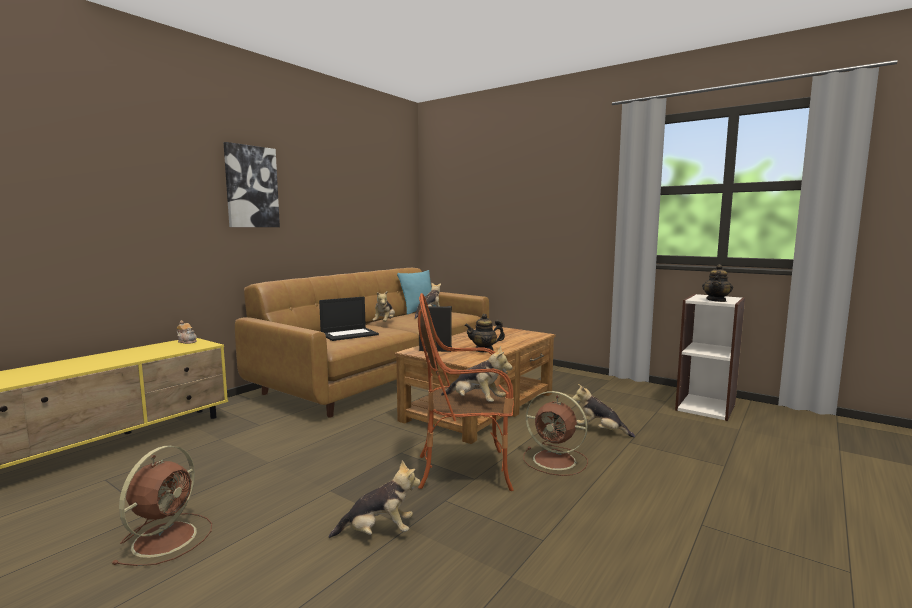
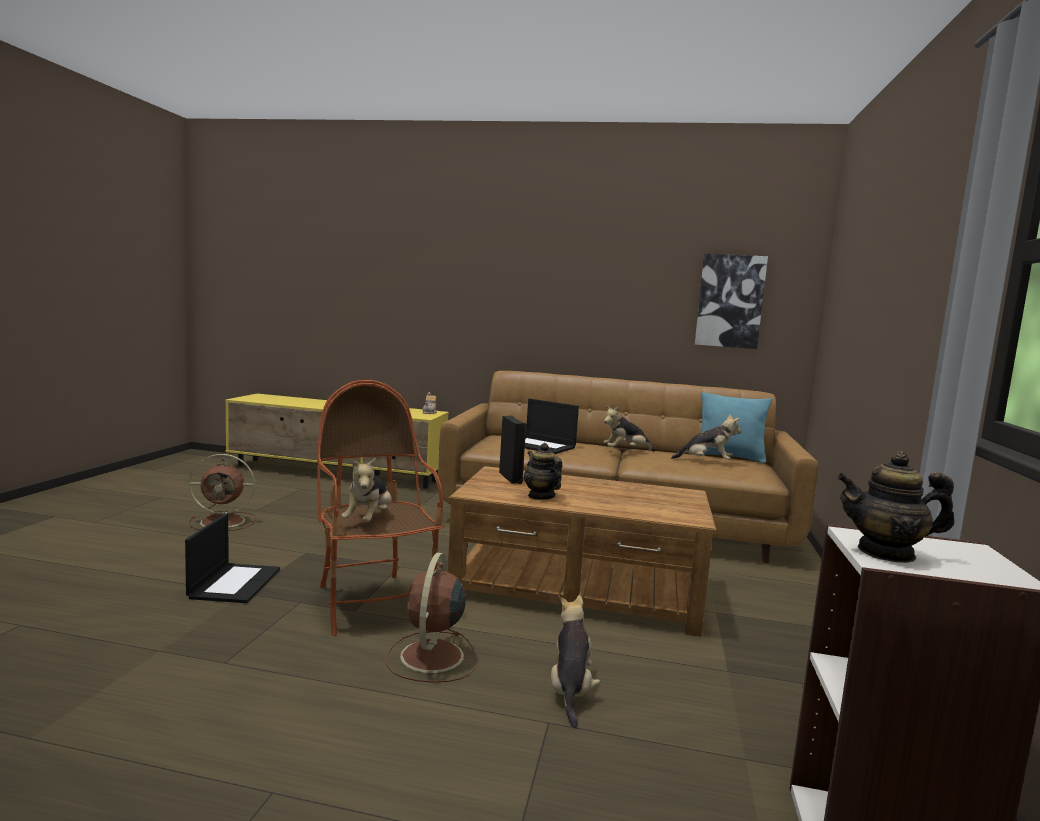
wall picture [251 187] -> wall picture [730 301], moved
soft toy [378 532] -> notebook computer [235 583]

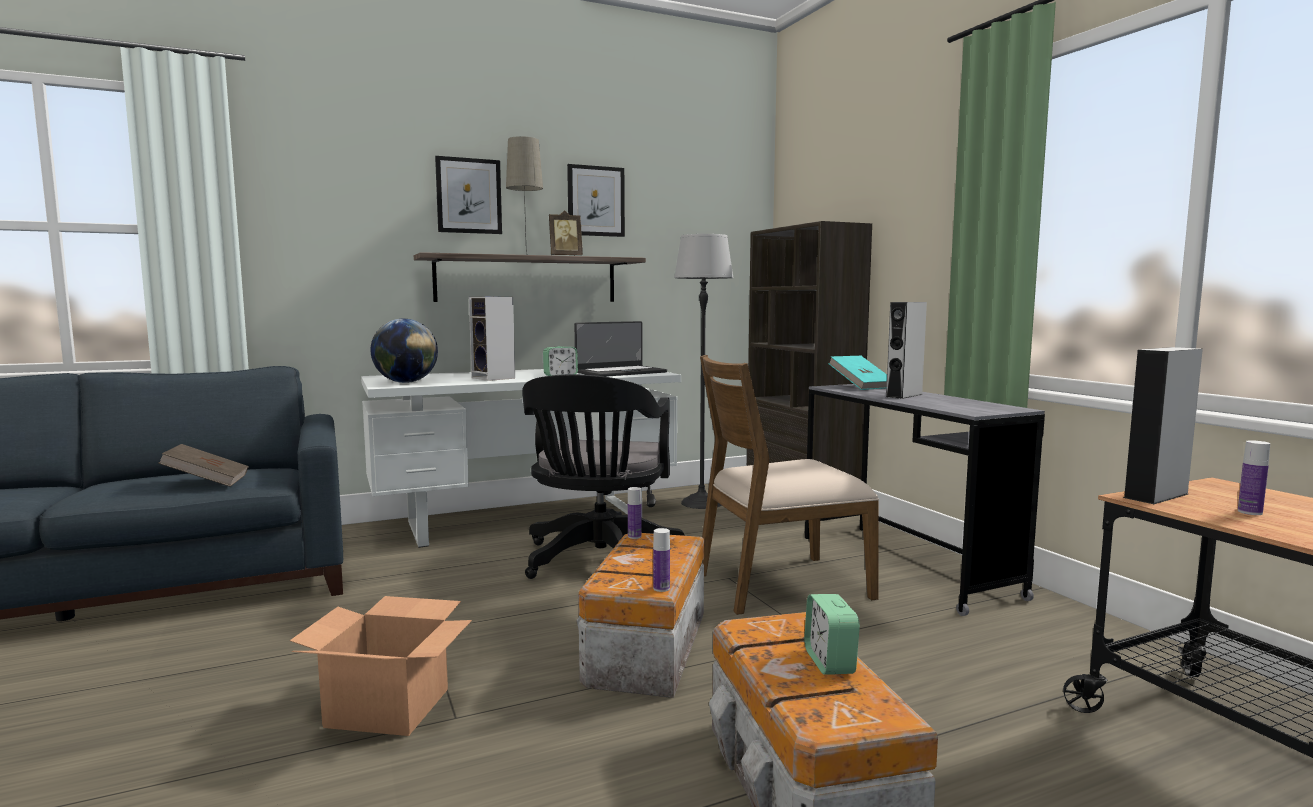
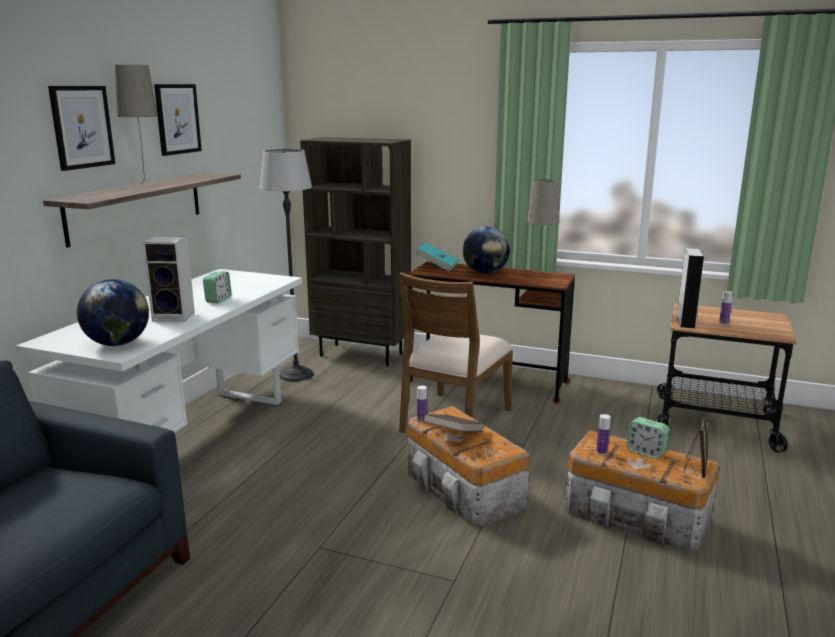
volume/brownish [207 482] -> volume/brownish [453 435], moved
carton [386 708] -> none
desk chair/blackish [598 562] -> none
picture frame [565 257] -> picture frame [695 468], moved
notebook computer [620 372] -> none
bottle [661 588] -> bottle [601 452], moved
desk/gray [905 566] -> desk/brownish [488 382]
audio speaker/gray [904 395] -> globe [485 273]
none -> table lamp/beige [540 278]

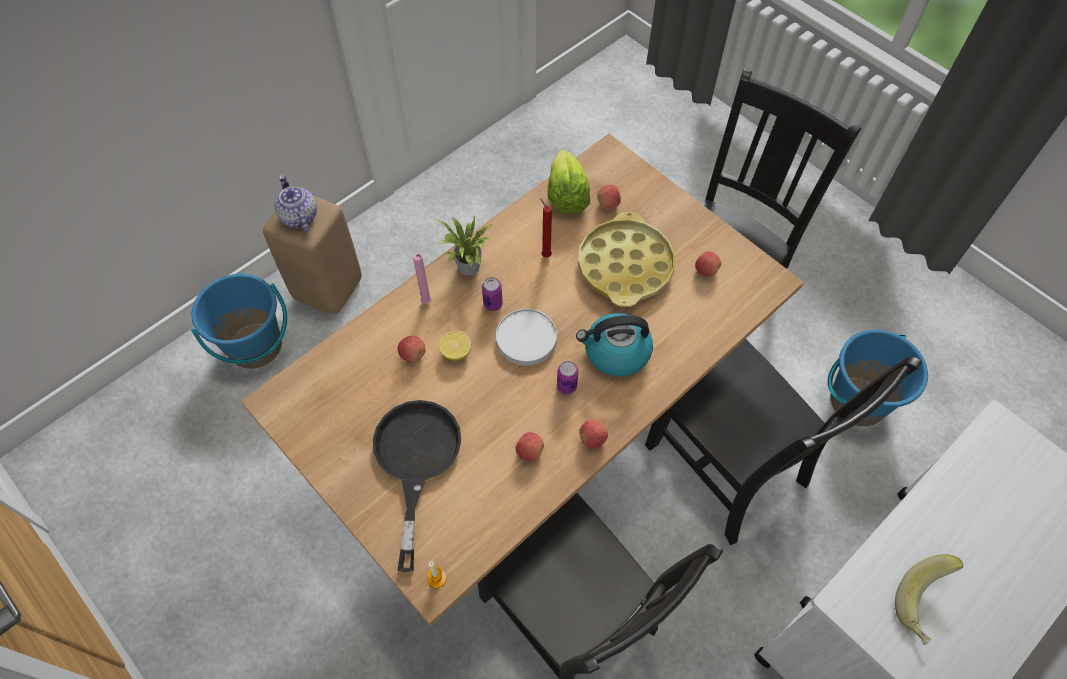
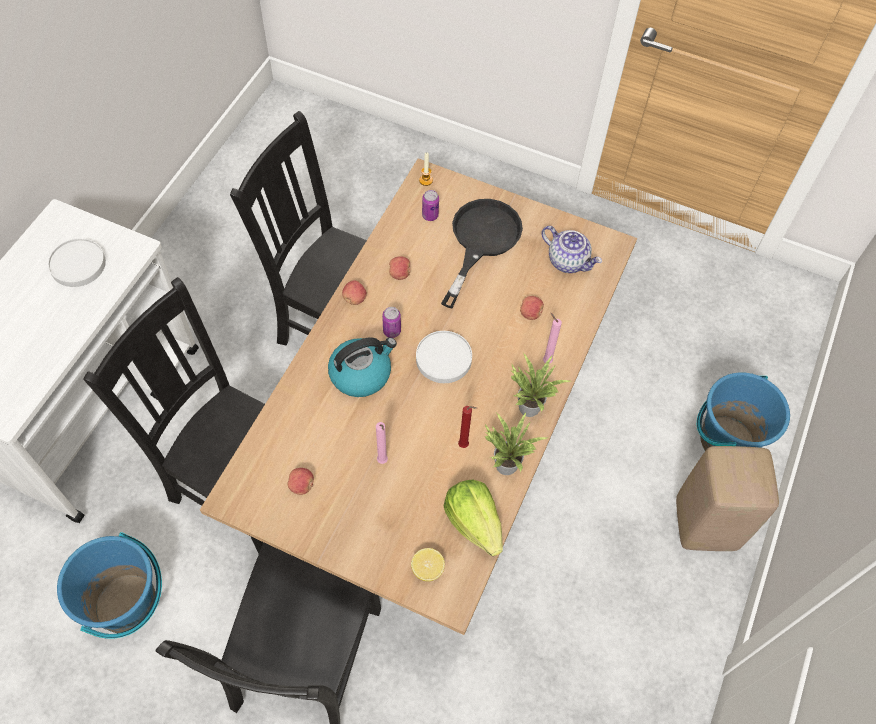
tea pot [298 216] -> tea pot [568 261], moved
skillet/blackish [416 461] -> skillet/blackish [481 241], 135 degrees counterclockwise
citrus fruit [456 352] -> citrus fruit [427 569], moved
metal can [493 304] -> metal can [430 215], moved
carrying tray/yellow-coloured [625 265] -> wax light/pink [383 462]
whole apple [608 204] -> none
banana fruit [924 604] -> plate/whitish [78 264]
none -> potted plant [505 462]

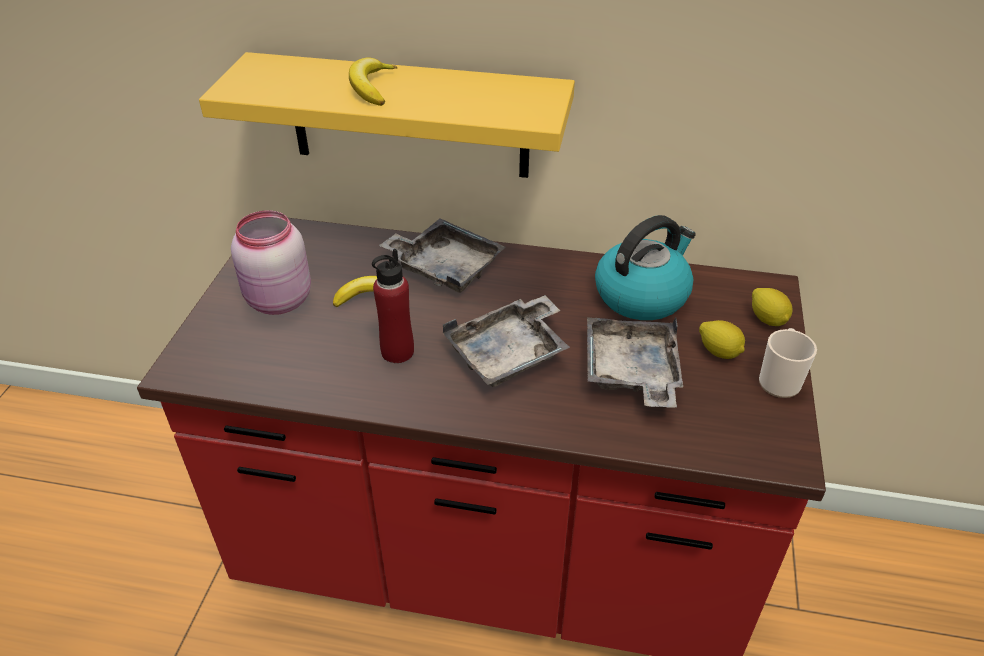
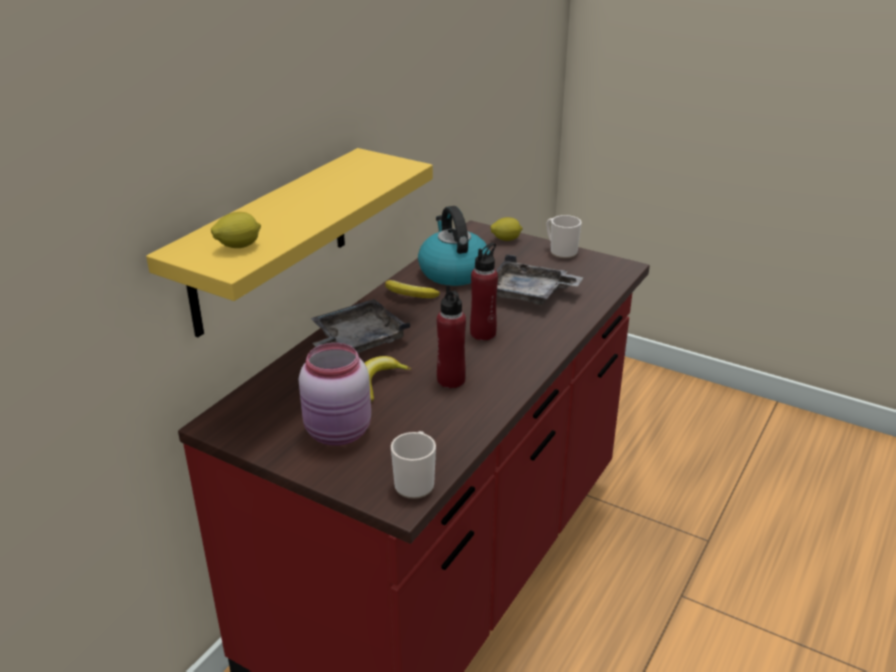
banana fruit [372 88] -> banana fruit [409 295], moved
carrying tray/gray [509 354] -> bottle/red-coloured [483 333]
citrus fruit [719 352] -> citrus fruit [238 246], moved
none -> tea mug [415 482]

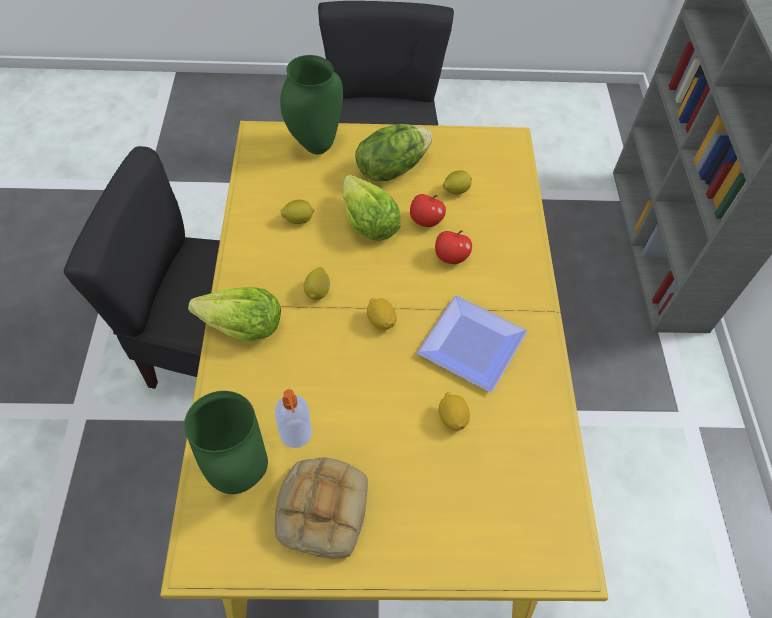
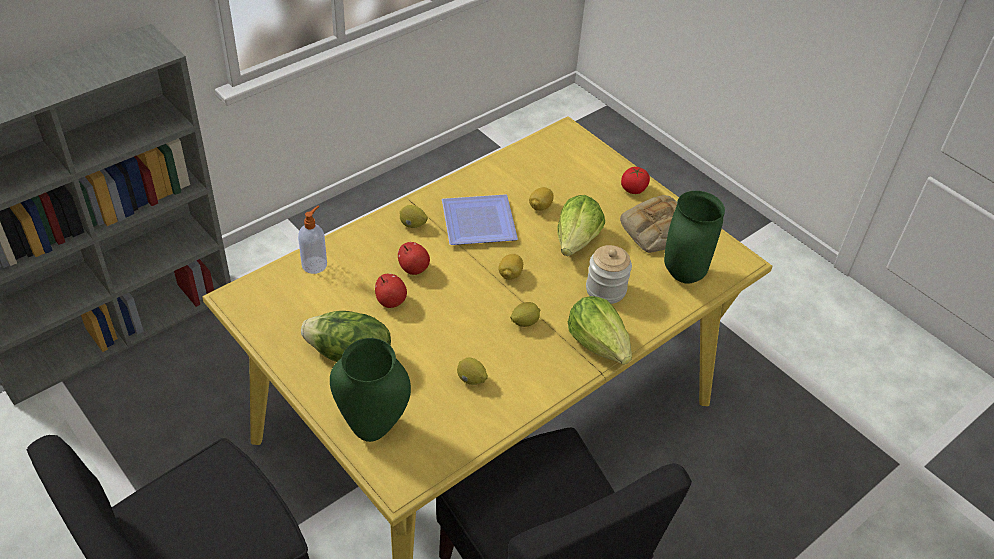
liquid soap bottle [296 435] -> liquid soap bottle [315 264], moved
lettuce [367 222] -> lettuce [577 241], moved
citrus fruit [456 190] -> citrus fruit [413 225], moved
none -> preserve jar [605 289]
none -> whole tomato [633 189]

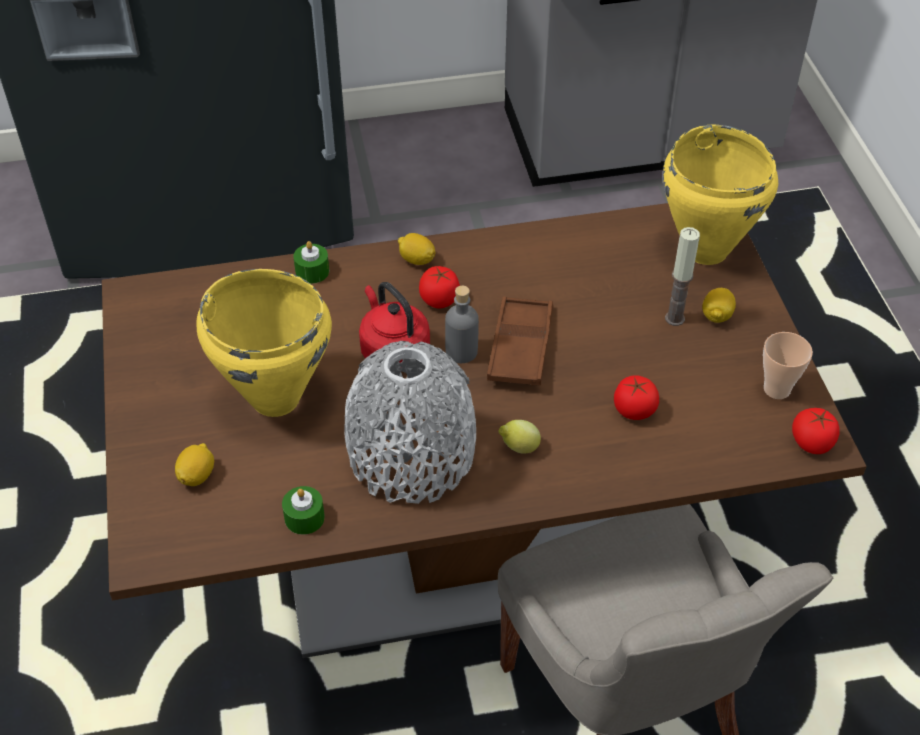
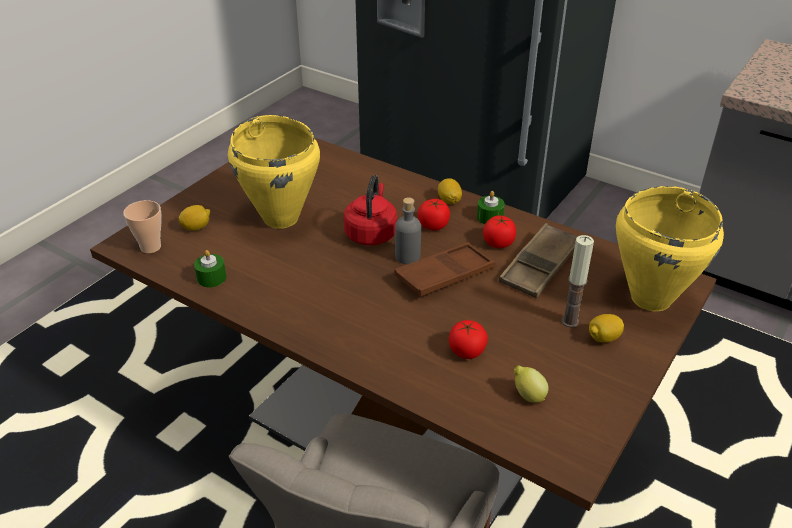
wax light/green [312 271] -> wax light/green [490 217], moved
decorative vase/gray [411 455] -> none
citrus fruit [518 448] -> citrus fruit [528 395], moved
drinking cup [777 389] -> drinking cup [150 247], moved
whole tomato [811 442] -> whole tomato [498 243], moved
none -> carrying tray/brownish [540 266]

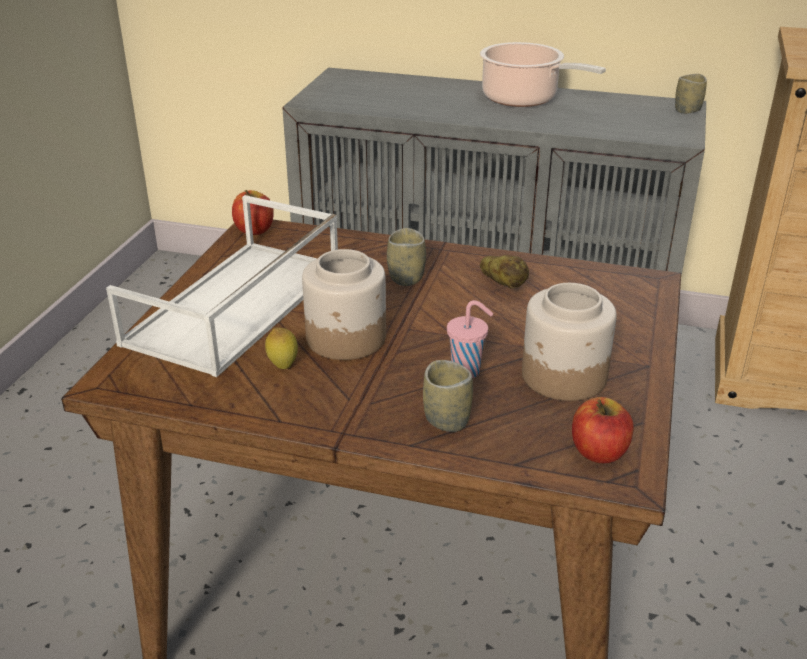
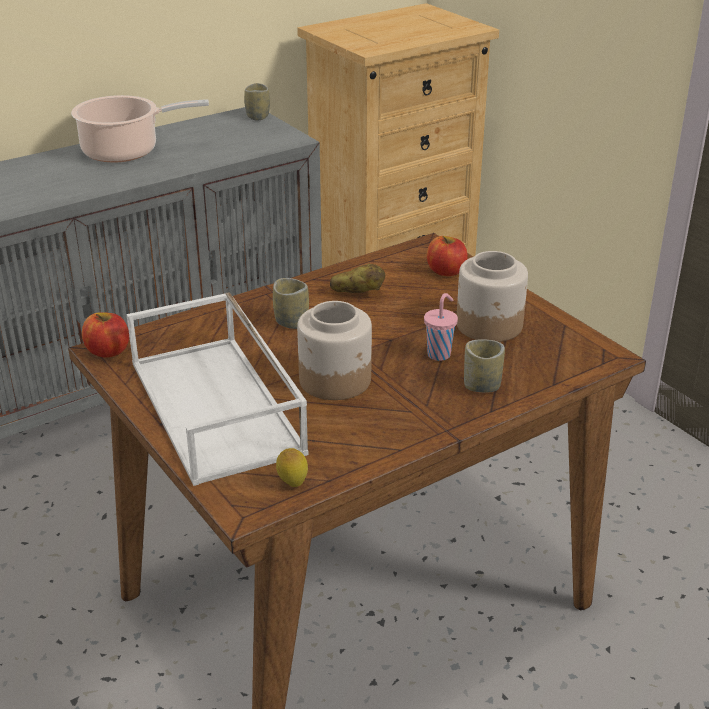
citrus fruit [283 365] -> citrus fruit [292 484], moved
whole apple [599 452] -> whole apple [446 271], moved

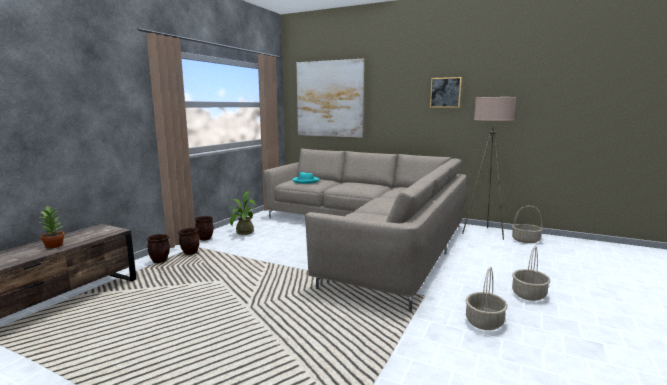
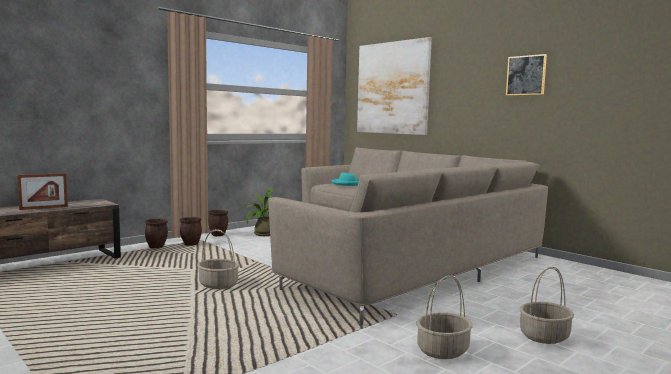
potted plant [54 245] -> picture frame [44 208]
standard lamp/beige [483 233] -> none
basket [525 240] -> basket [218 285], moved

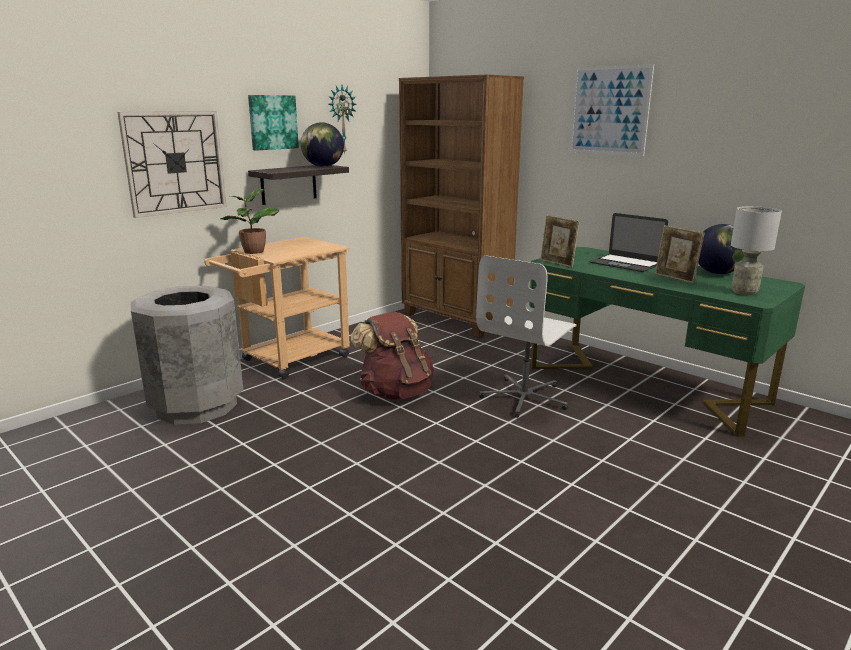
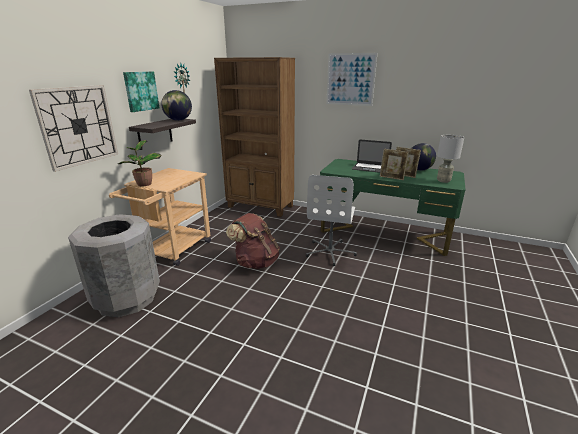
picture frame [557 263] -> picture frame [392 178], moved

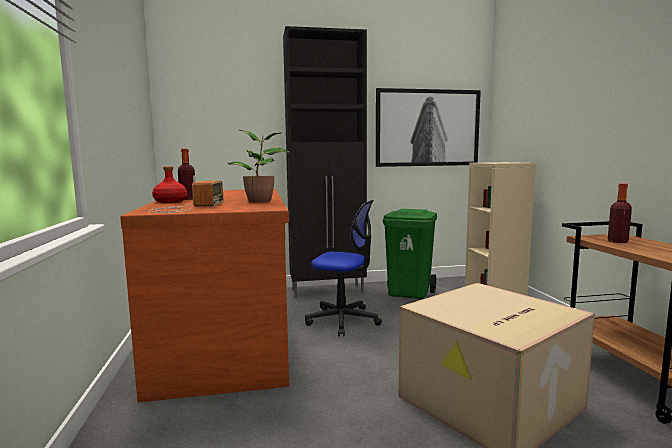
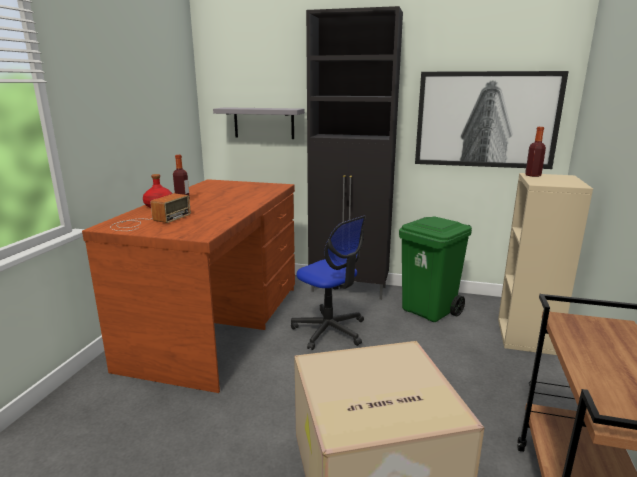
potted plant [261 201] -> none
bottle [617 241] -> bottle [533 175], moved
none -> shelf/gray [264 123]

